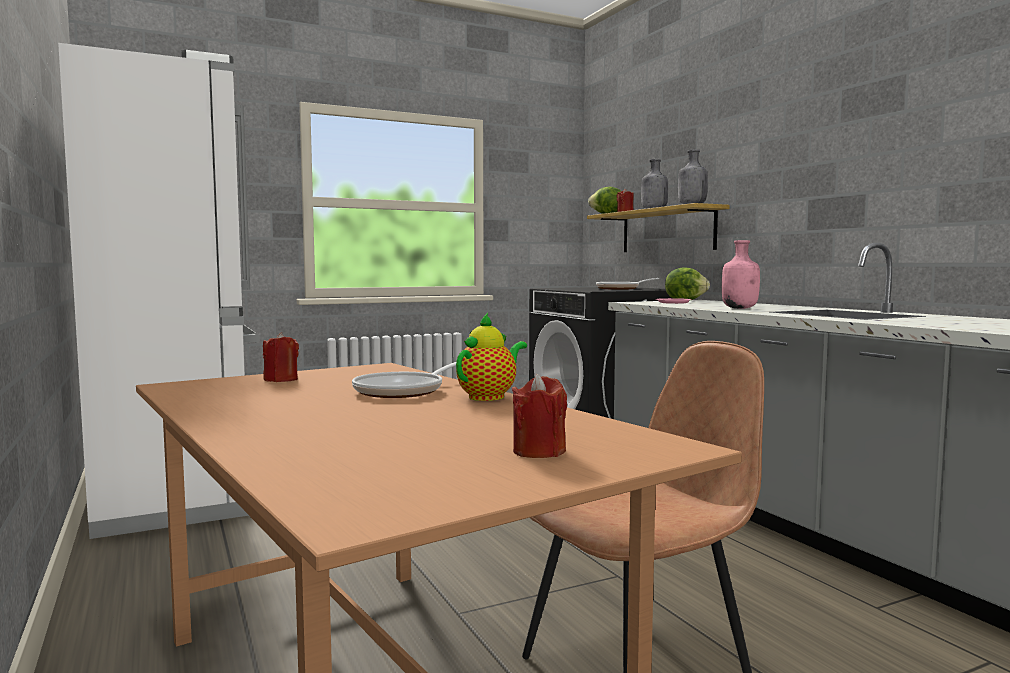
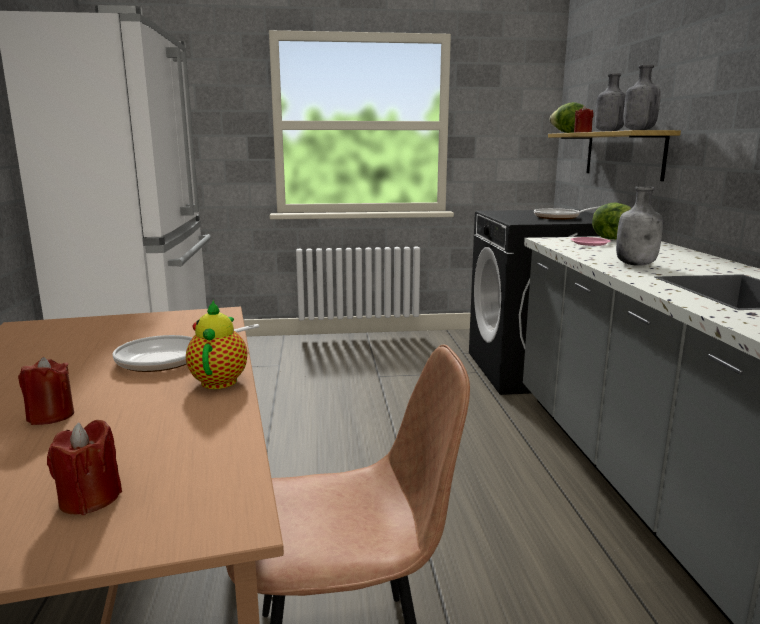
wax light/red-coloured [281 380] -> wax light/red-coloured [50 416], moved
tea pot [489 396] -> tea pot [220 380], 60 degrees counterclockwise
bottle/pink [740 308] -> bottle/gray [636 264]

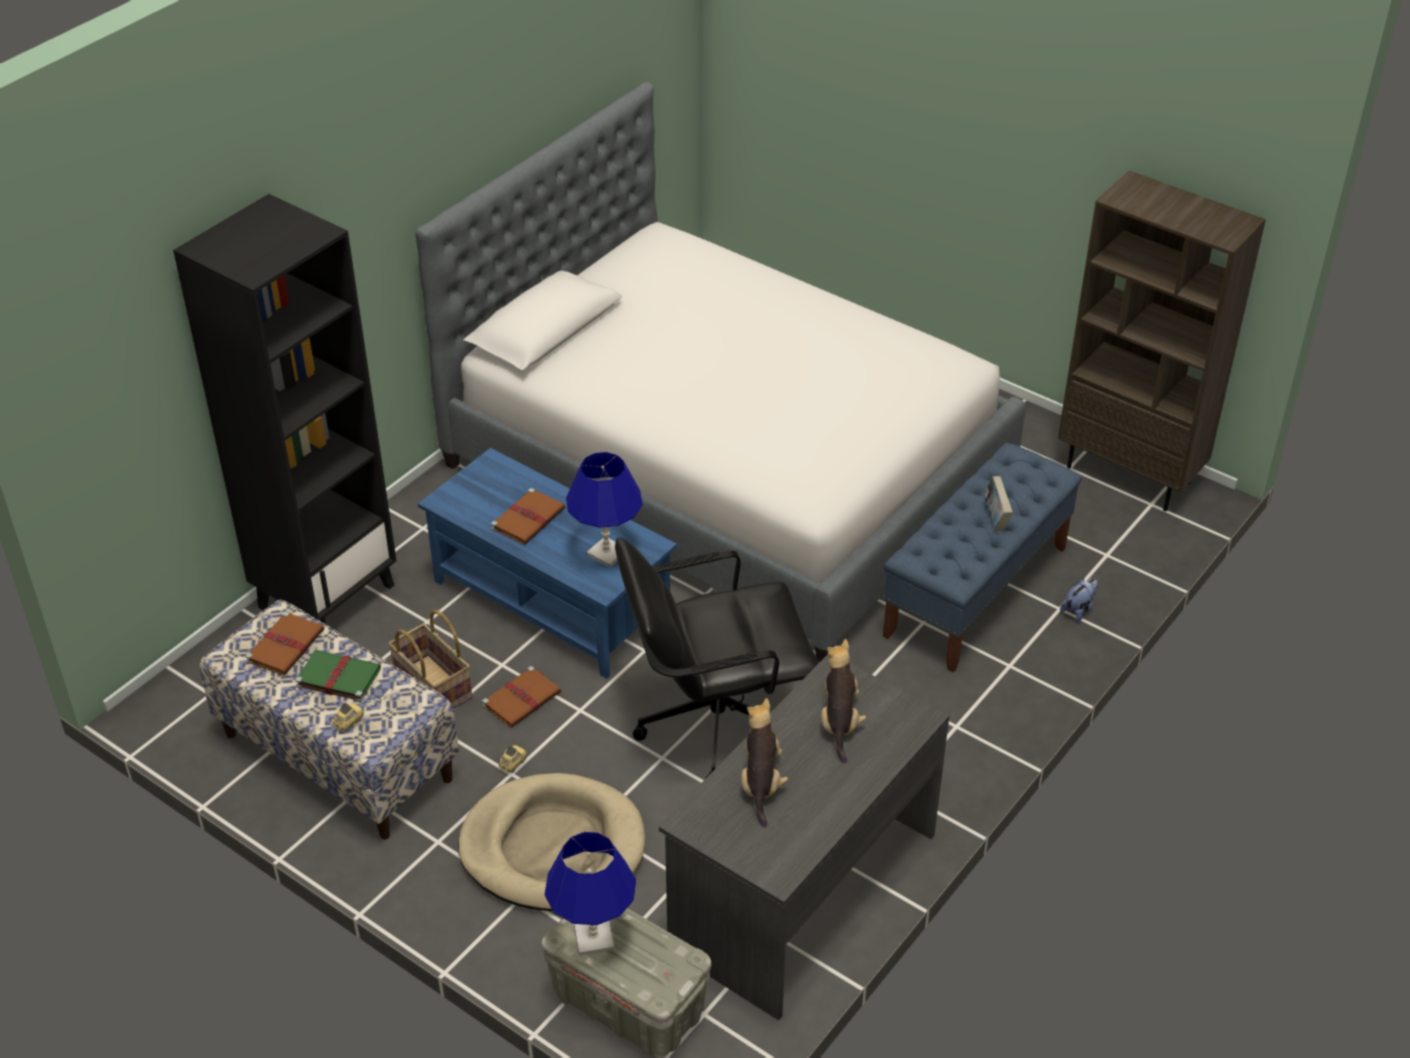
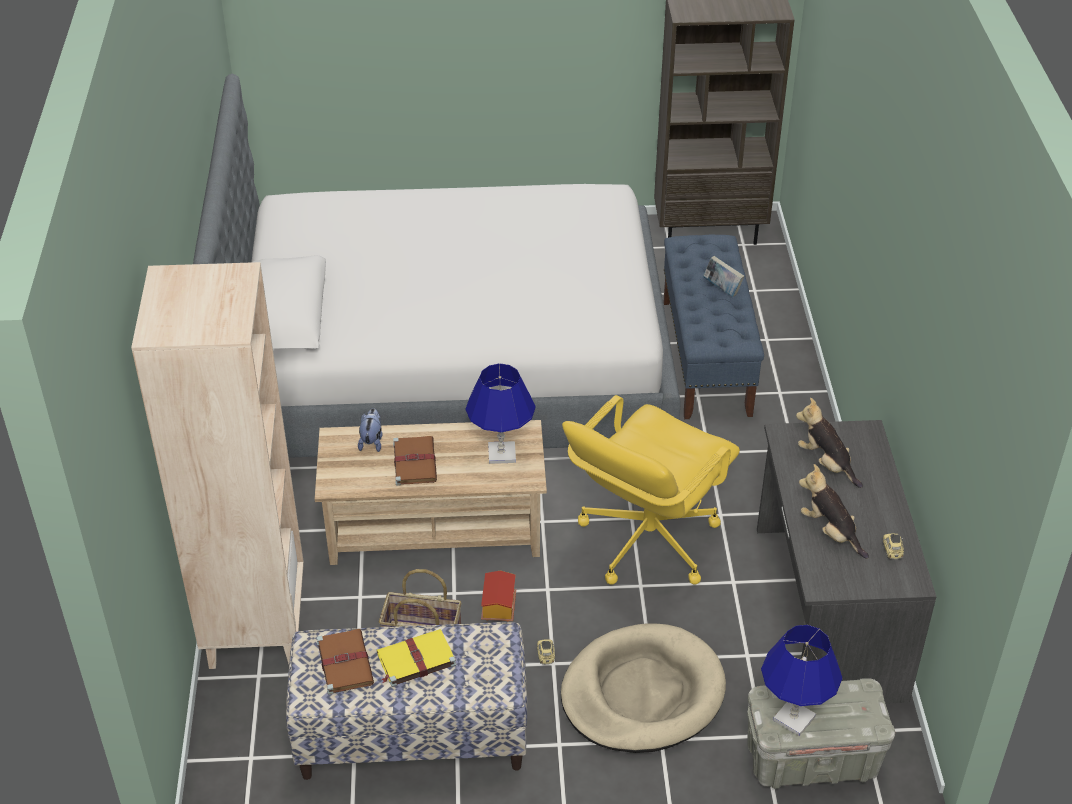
bookshelf/blackish [326 595] -> bookshelf/beige [255 625]
volume/green [337 677] -> volume/yellow-coloured [415 660]
toy car [349 722] -> toy car [892 551], moved
low table/bluish [552 600] -> low table/beige [435 526]
volume/brownish [522 699] -> miniature house [498 607]
desk chair/blackish [714 722] -> desk chair/yellow-coloured [646 540]
soft toy [1079 610] -> soft toy [372 441], moved

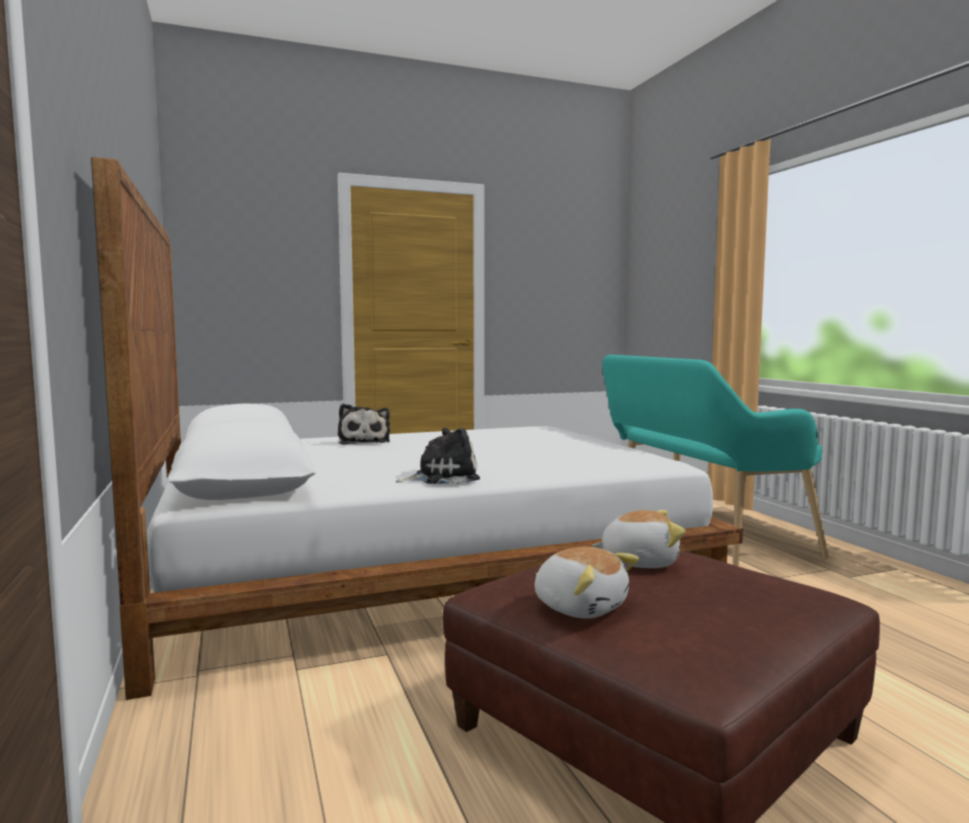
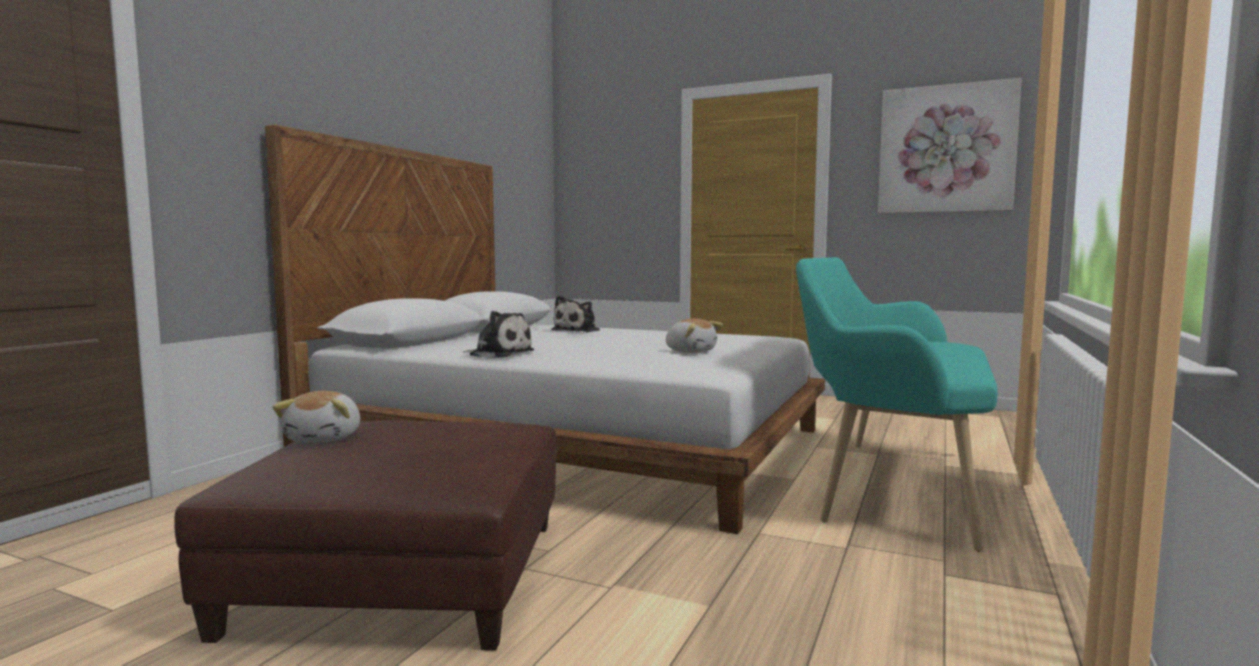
soft toy [639 561] -> soft toy [690 351], moved
none -> wall picture [946 149]

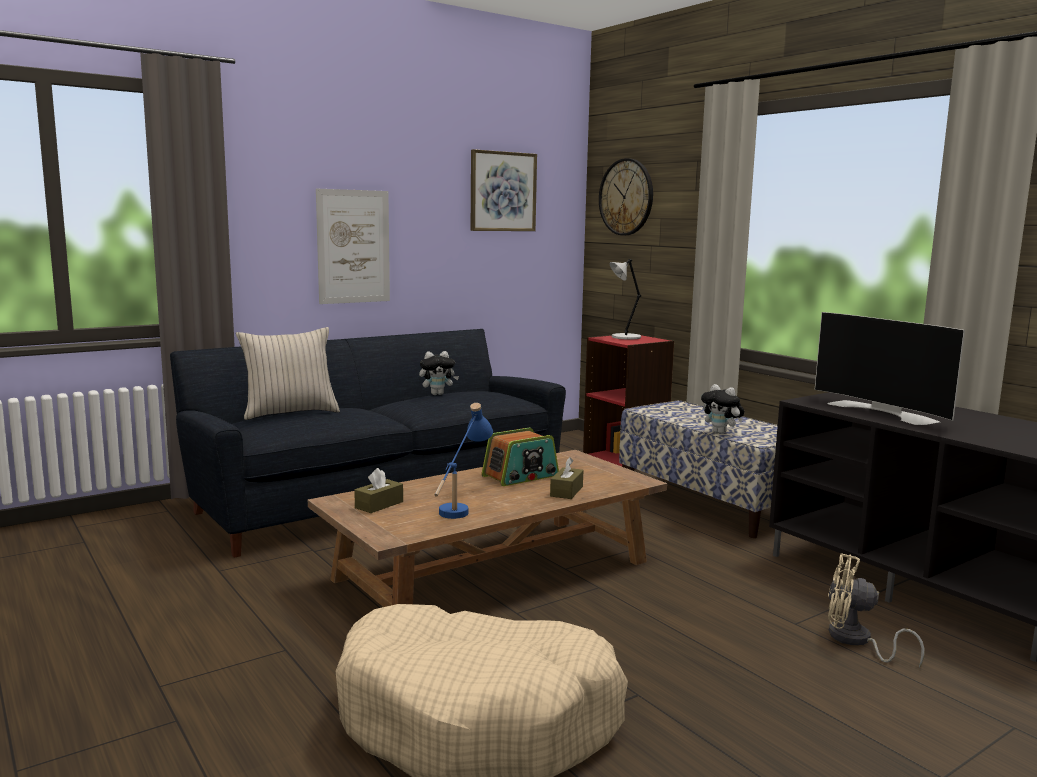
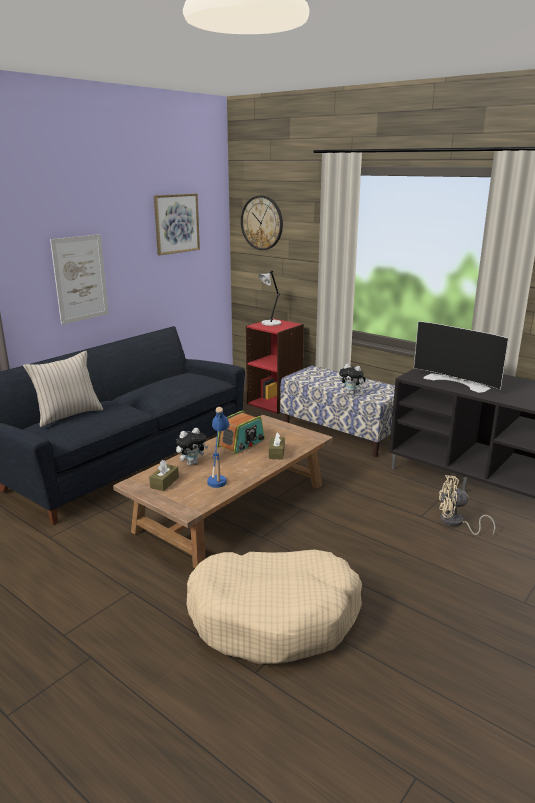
soft toy [438 394] -> soft toy [192 463], moved

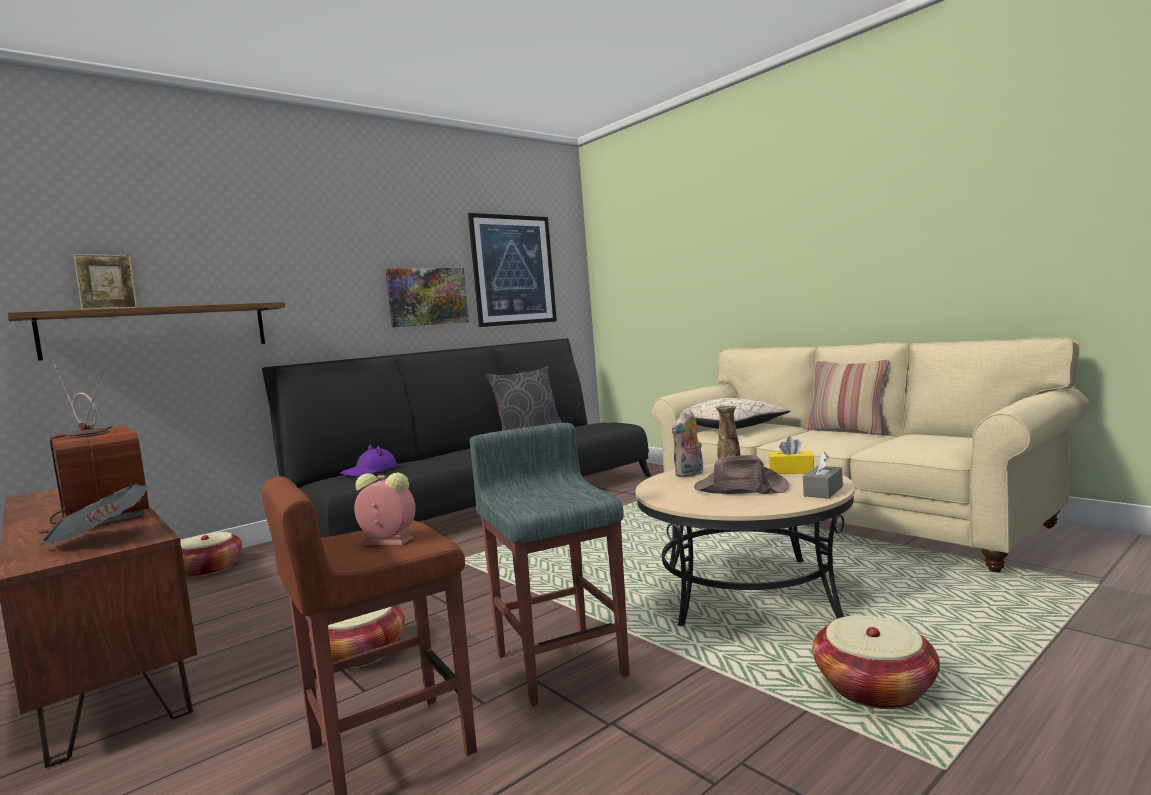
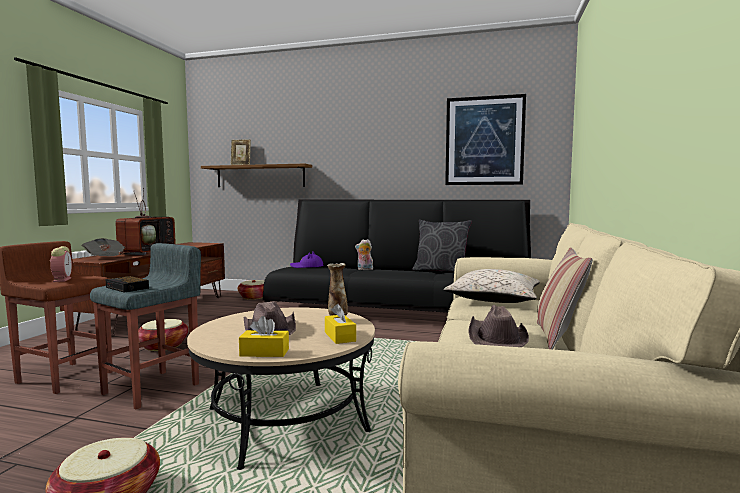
wall picture [427 296] -> none
soft toy [690 474] -> soft toy [364 269], moved
box of tissues/gray [823 491] -> box of tissues/yellow-coloured [264 352]
none -> table clock [127 288]
none -> wearable hat/brownish [496 337]

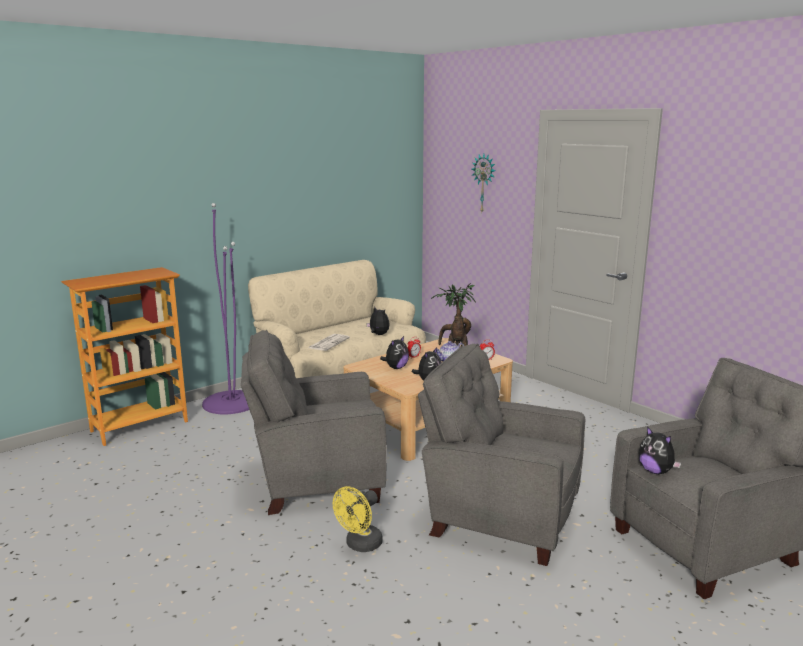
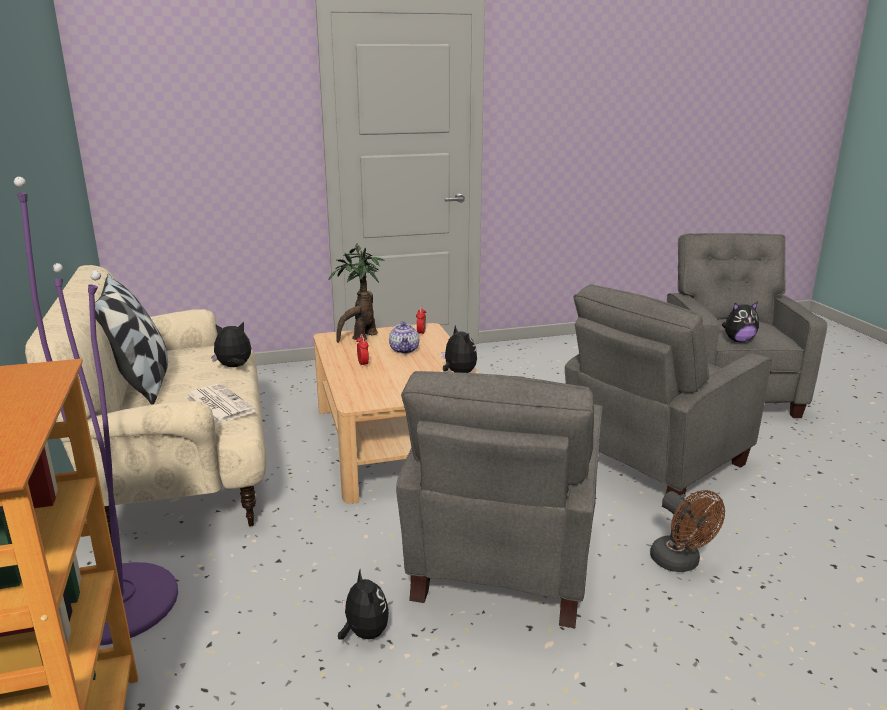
fan/yellow-coloured [360 545] -> fan/brownish [680 563]
soft toy [396 368] -> soft toy [364 633], moved
wall clock [484 183] -> none
none -> cushion [142 384]

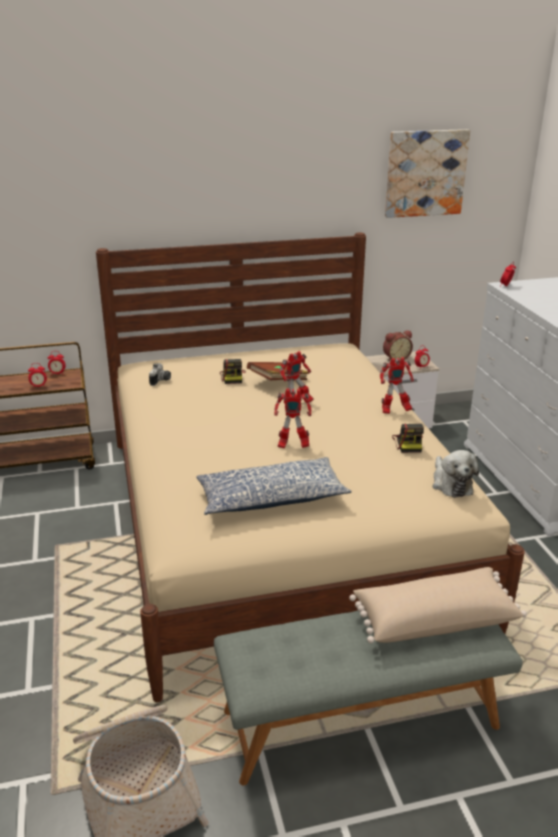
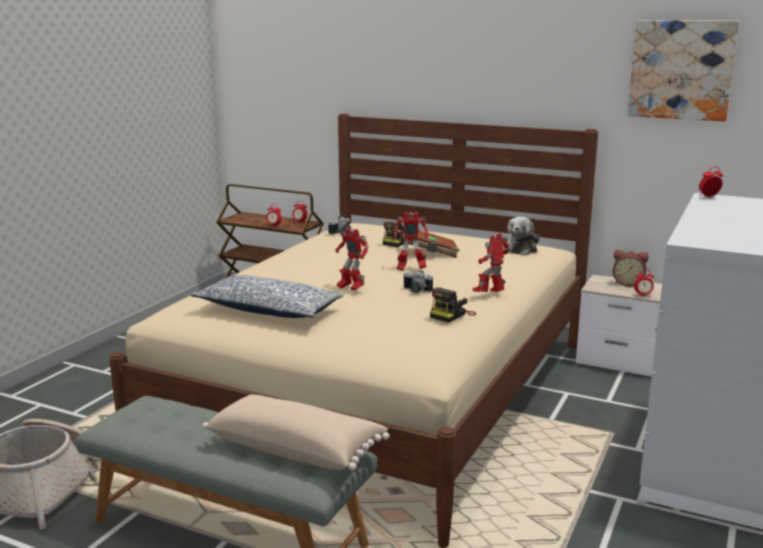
toy robot [394 411] -> toy robot [490 294], 105 degrees clockwise
soft toy [451 483] -> soft toy [522 249], moved
none -> still camera [415 291]

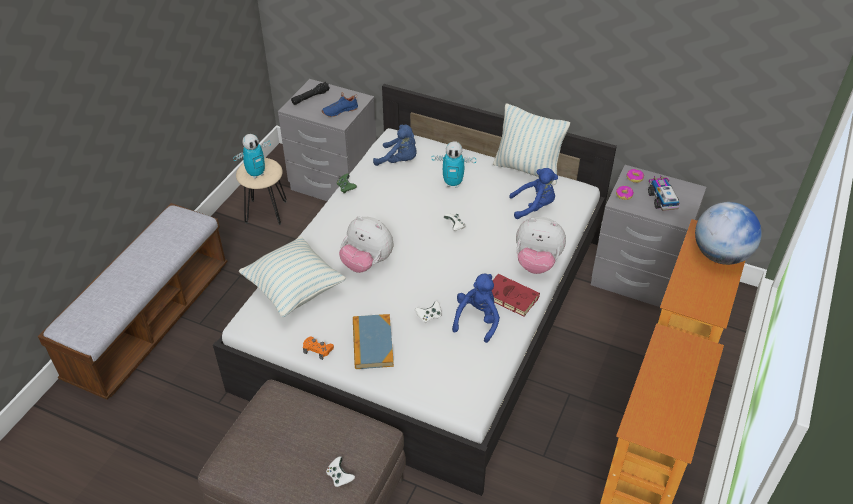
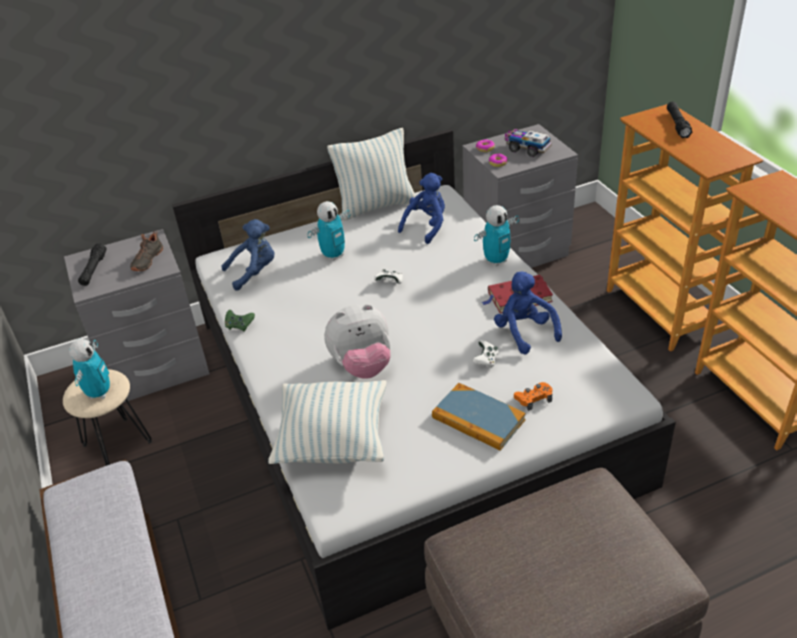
joypad/orangey [318 349] -> joypad/orangey [533 398], moved
low shoe/bluish [339 110] -> low shoe/blackish [146 260]
joypad/whitish [340 477] -> none
soft toy [537 263] -> toy robot [496 261]
globe [720 255] -> hand torch/blackish [677 125]

